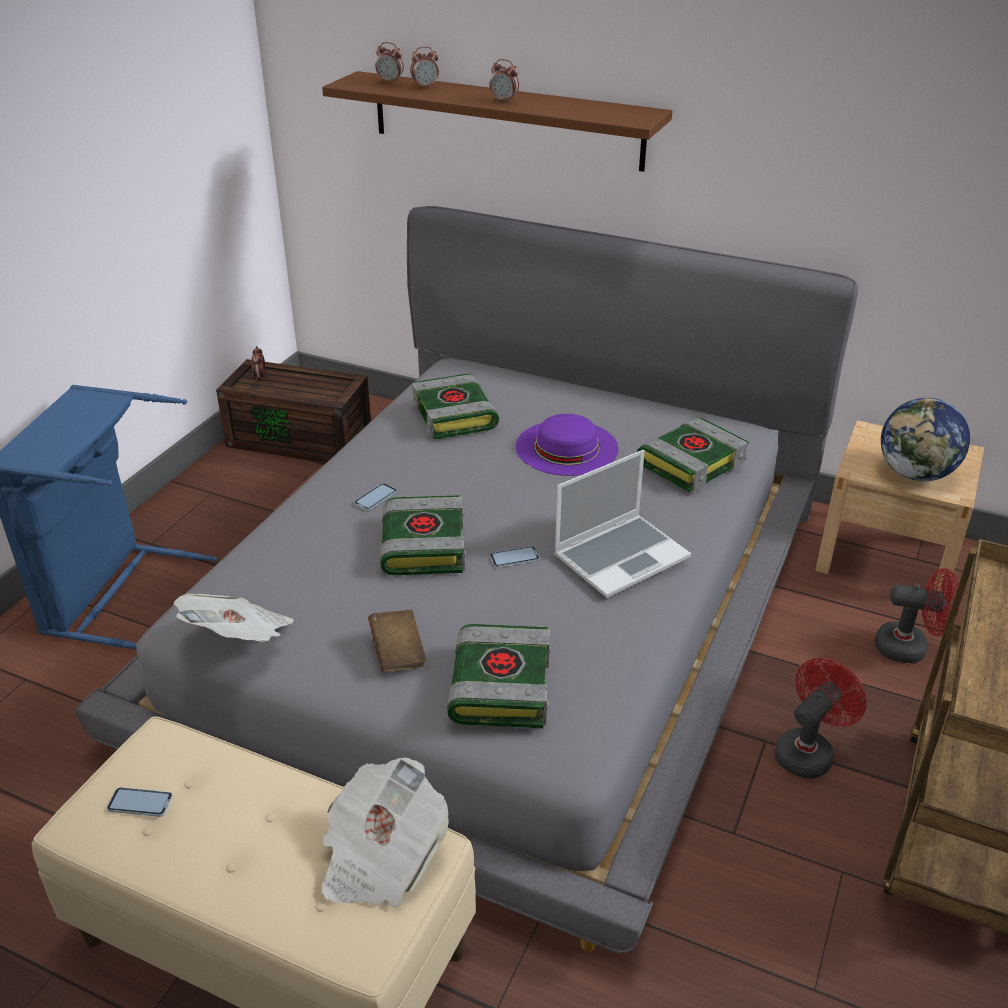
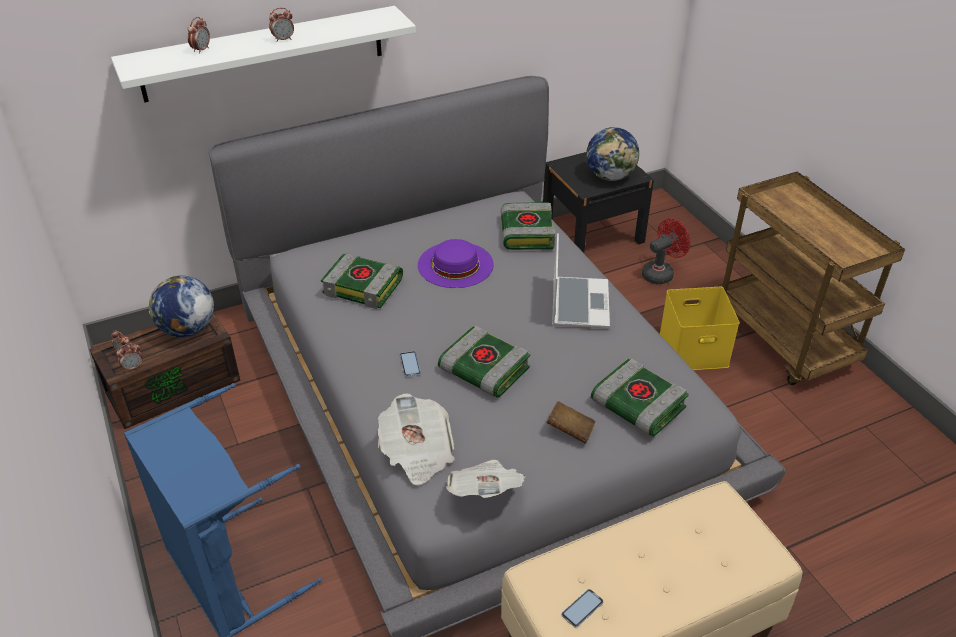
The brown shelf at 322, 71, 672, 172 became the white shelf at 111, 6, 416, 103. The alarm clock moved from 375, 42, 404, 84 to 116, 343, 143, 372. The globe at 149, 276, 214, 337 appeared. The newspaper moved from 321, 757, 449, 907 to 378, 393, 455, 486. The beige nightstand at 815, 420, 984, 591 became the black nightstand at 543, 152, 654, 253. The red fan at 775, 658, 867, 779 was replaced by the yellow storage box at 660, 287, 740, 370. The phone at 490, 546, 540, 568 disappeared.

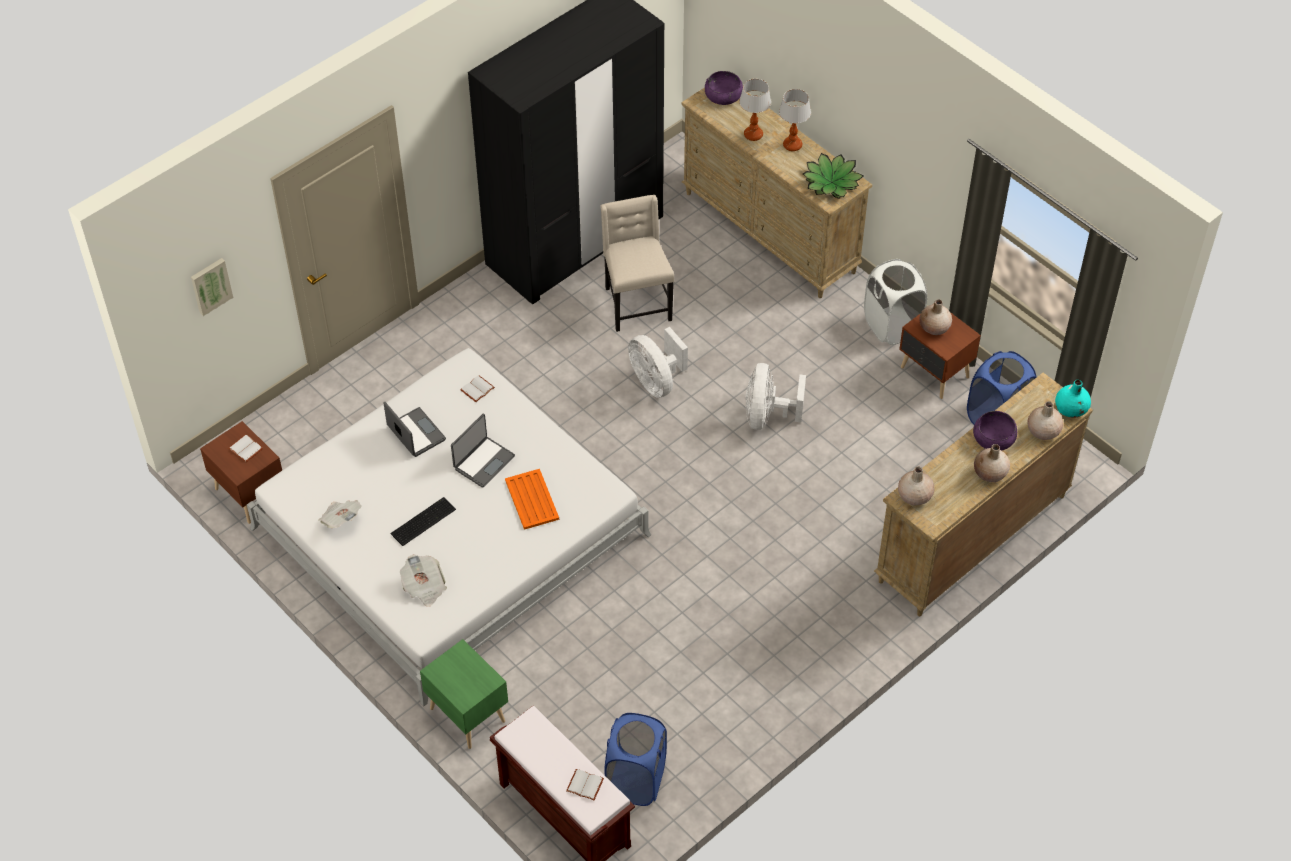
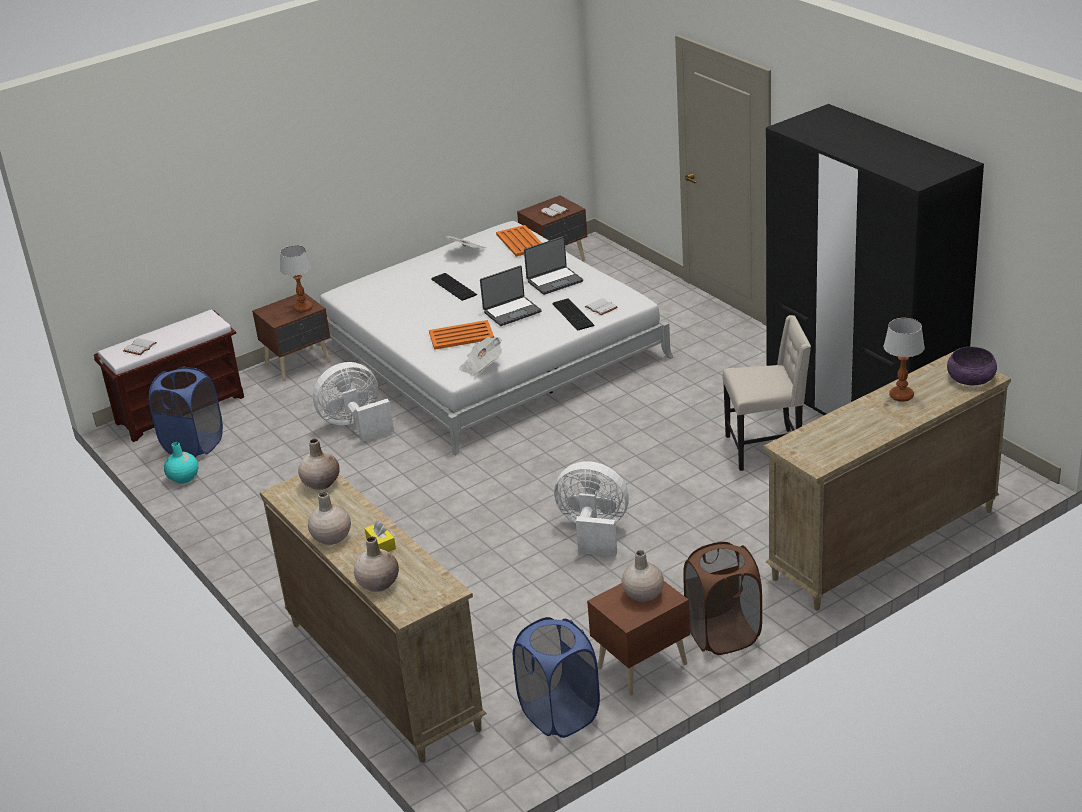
The turquoise vase moved from 1055, 380, 1091, 418 to 164, 442, 198, 484. The green nightstand at 420, 639, 508, 749 became the brown nightstand at 252, 293, 331, 381. The table lamp moved from 779, 89, 811, 151 to 280, 245, 312, 312. The white fan moved from 628, 327, 688, 398 to 313, 362, 394, 441. The purple bowl at 973, 411, 1017, 451 was replaced by the yellow tissue box at 365, 521, 396, 552. The newspaper moved from 400, 554, 447, 607 to 459, 337, 502, 376. The laptop at 451, 414, 515, 488 turned 75 degrees counterclockwise. The orange tray at 496, 225, 542, 257 appeared. The keyboard at 552, 298, 595, 331 appeared. The white laundry basket at 864, 259, 927, 345 became the brown laundry basket at 683, 541, 762, 655. The picture at 191, 258, 233, 316 disappeared. The potted plant at 803, 153, 863, 199 disappeared.

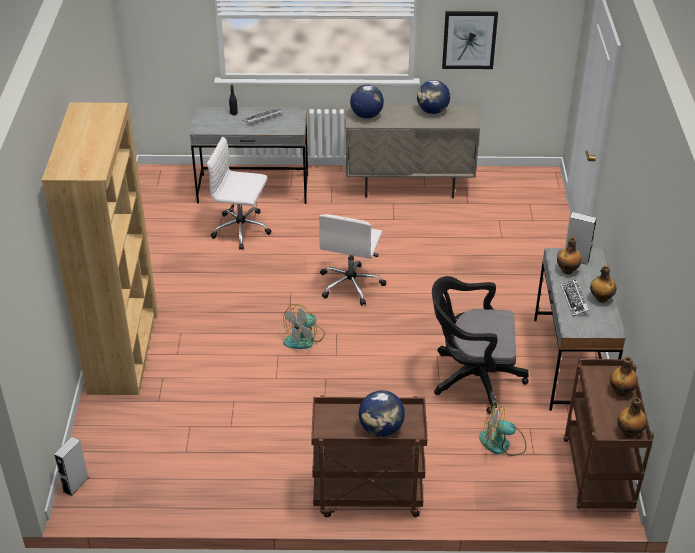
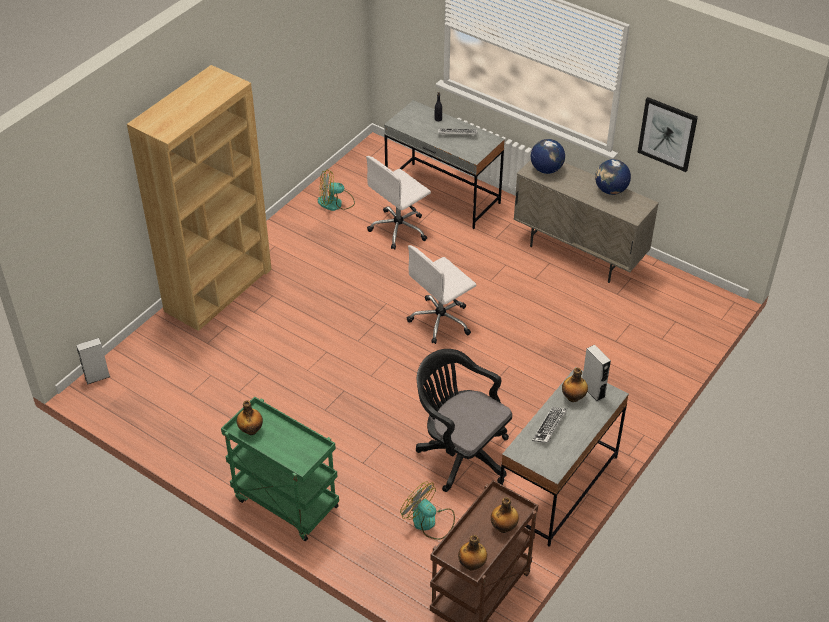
The brown cart at 311, 395, 427, 517 became the green cart at 221, 397, 339, 541. The bottle moved from 590, 266, 616, 302 to 237, 400, 263, 435. The fan moved from 283, 304, 325, 349 to 318, 169, 355, 211. The white office chair at 207, 137, 271, 250 turned 90 degrees counterclockwise. The globe at 359, 390, 405, 437 disappeared.

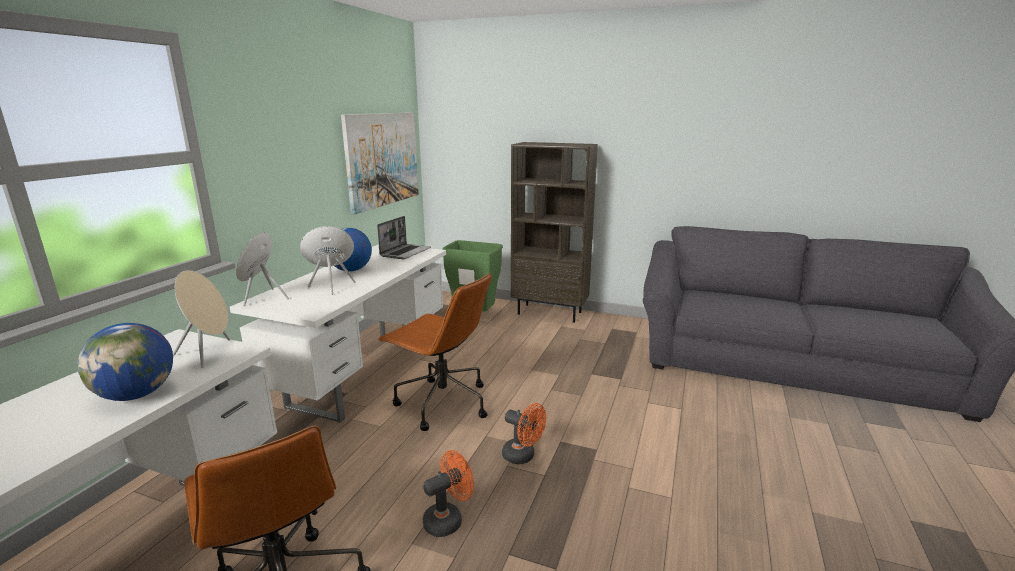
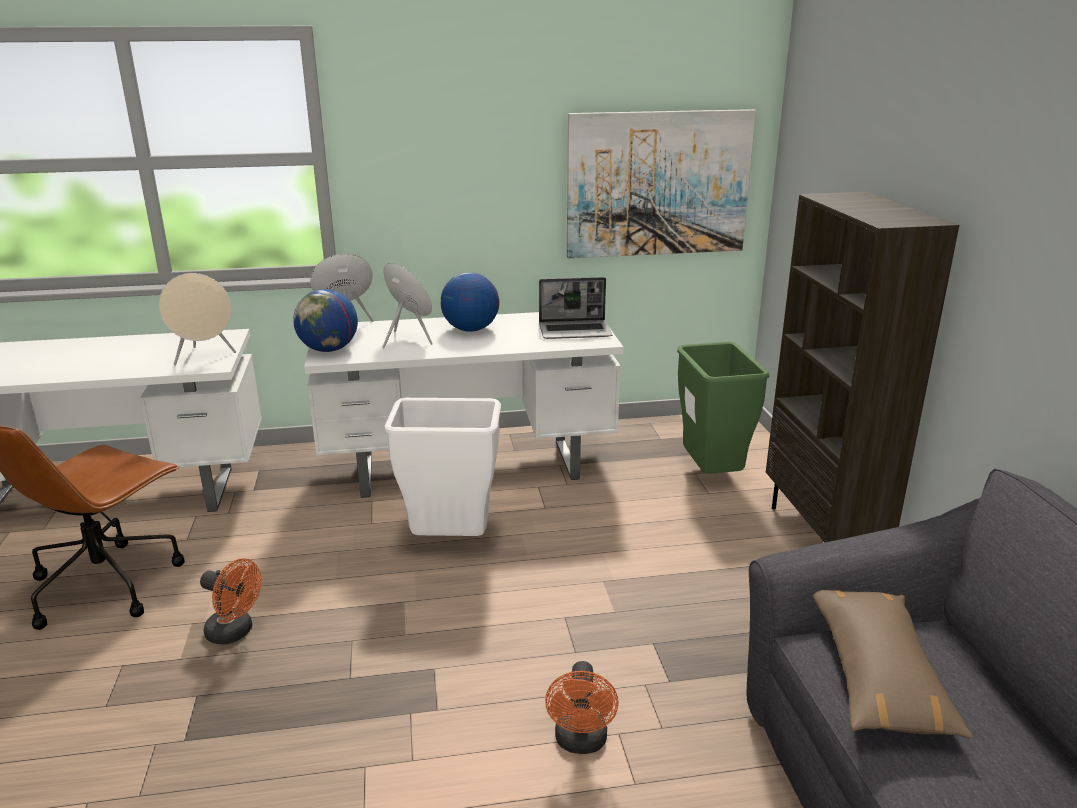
The globe moved from 77, 323, 173, 401 to 293, 289, 358, 352. The brown office chair at 378, 273, 492, 431 was replaced by the white trash can at 385, 398, 501, 536. The orange fan moved from 502, 403, 546, 464 to 545, 661, 619, 754. The brown pillow at 812, 590, 974, 739 appeared.

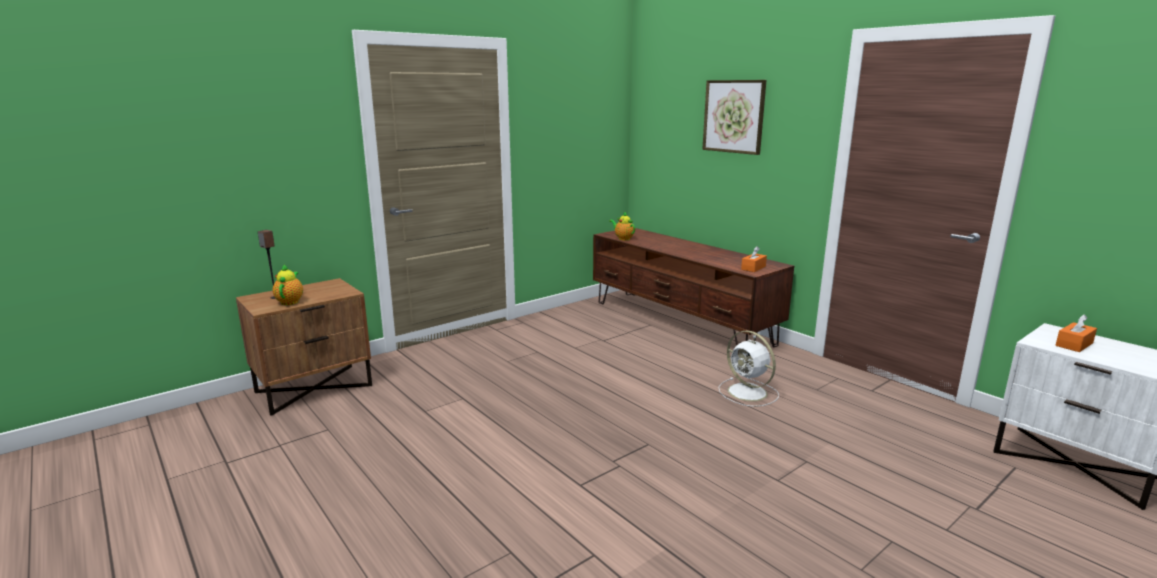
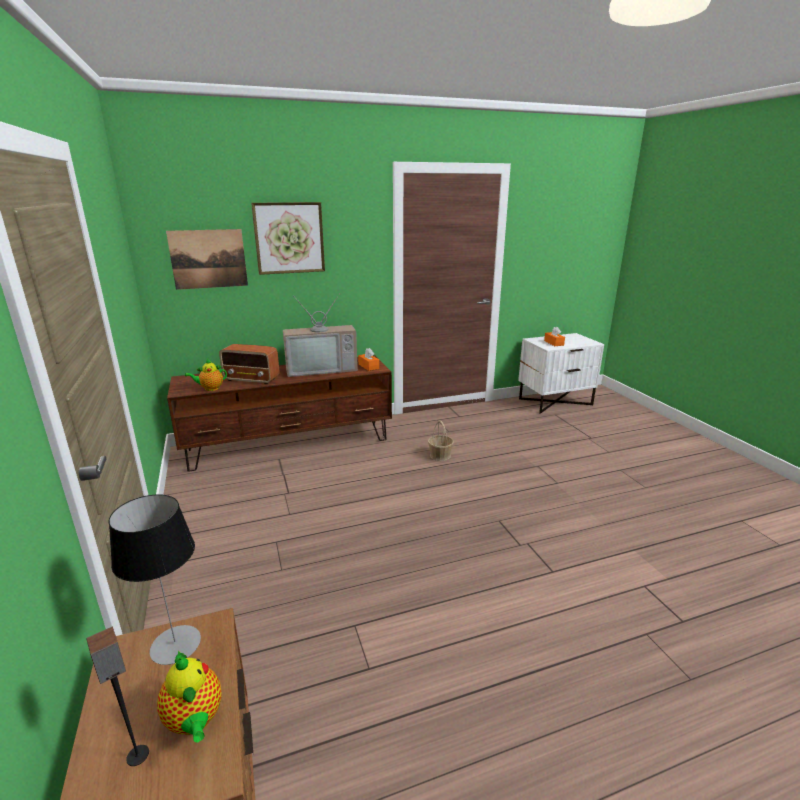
The table lamp at 108, 494, 201, 665 appeared. The teapot at 272, 264, 303, 305 turned 135 degrees counterclockwise. The picture at 166, 229, 248, 290 appeared. The radio at 219, 344, 280, 384 appeared. The television at 283, 293, 358, 377 appeared. The white fan at 718, 331, 779, 407 was replaced by the basket at 428, 421, 454, 461.

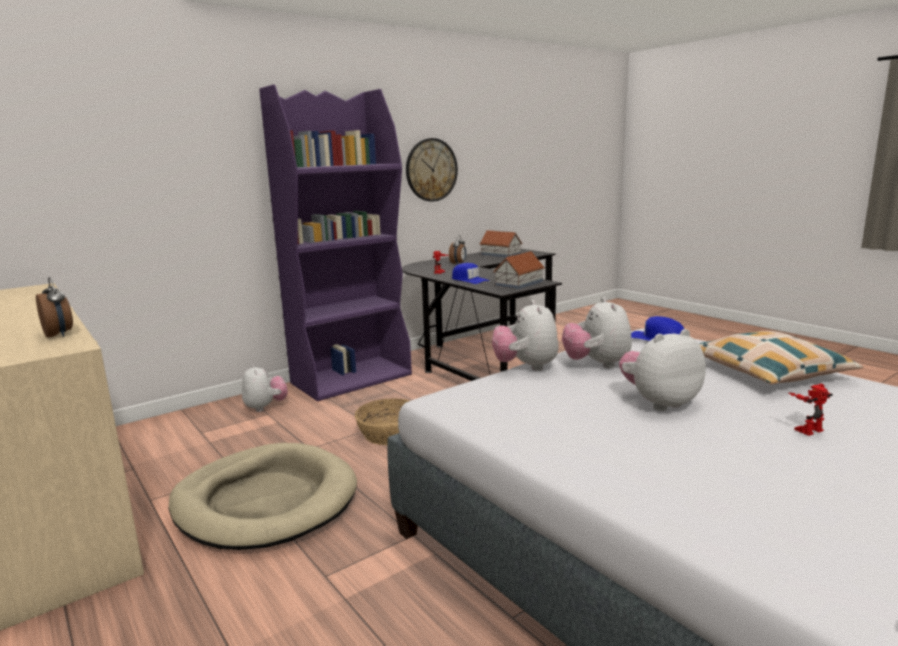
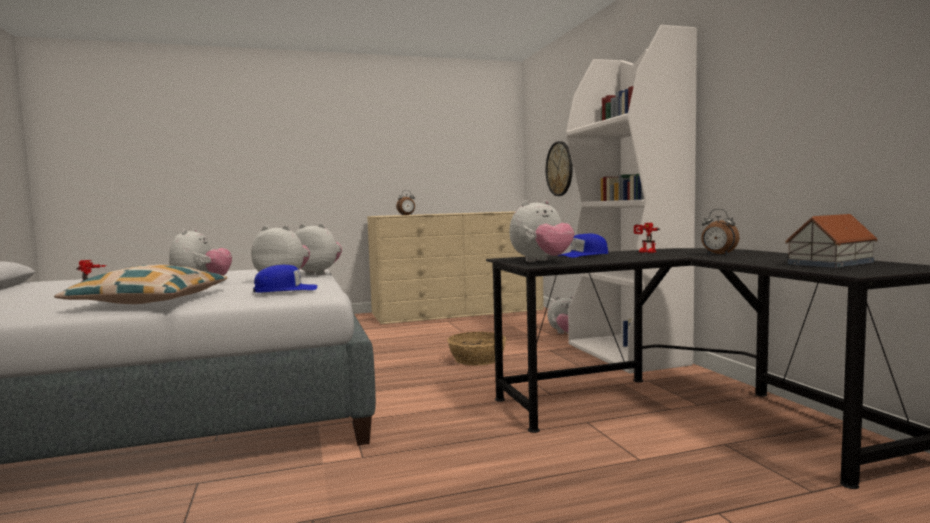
The toy house at 493, 251, 545, 289 was replaced by the plush toy at 510, 200, 574, 262. The wall clock moved from 406, 138, 458, 202 to 546, 141, 573, 196. The purple bookcase at 259, 84, 412, 401 became the white bookcase at 566, 25, 697, 374. The beige dog bed at 169, 443, 357, 550 disappeared.

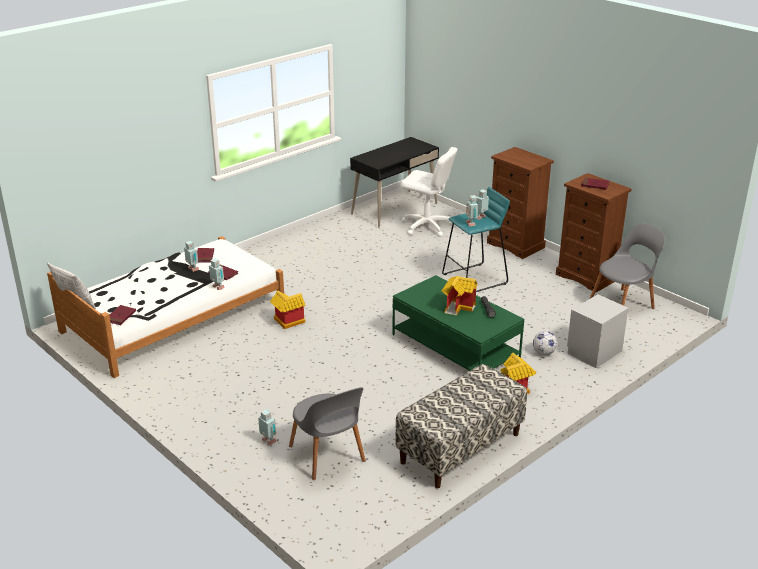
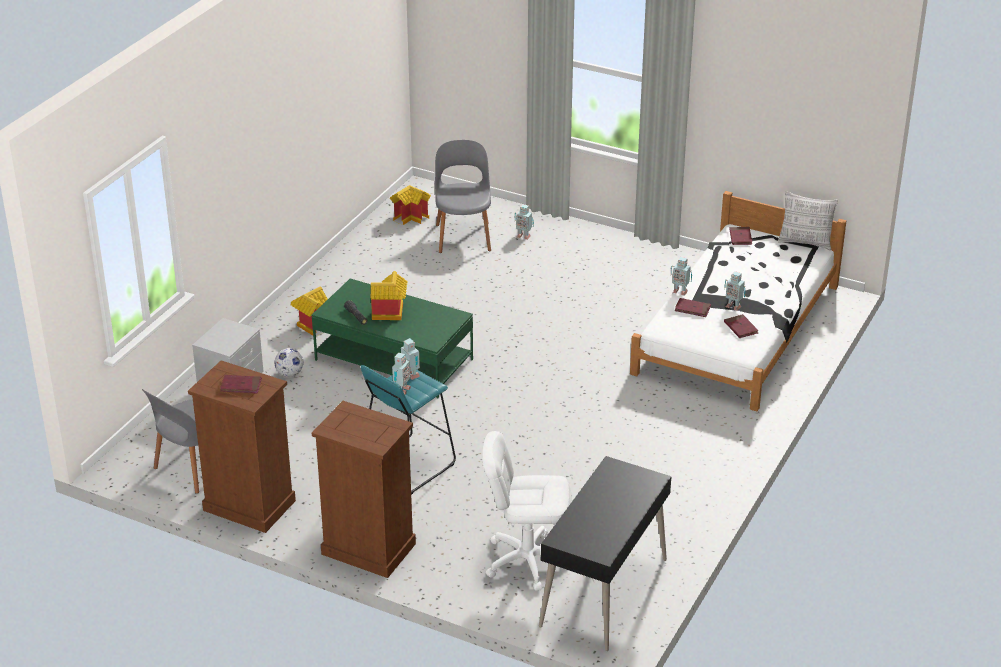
The toy house moved from 270, 291, 306, 329 to 390, 185, 431, 225. The grey chair at 289, 387, 366, 480 turned 45 degrees clockwise. The bench at 395, 364, 527, 488 disappeared.

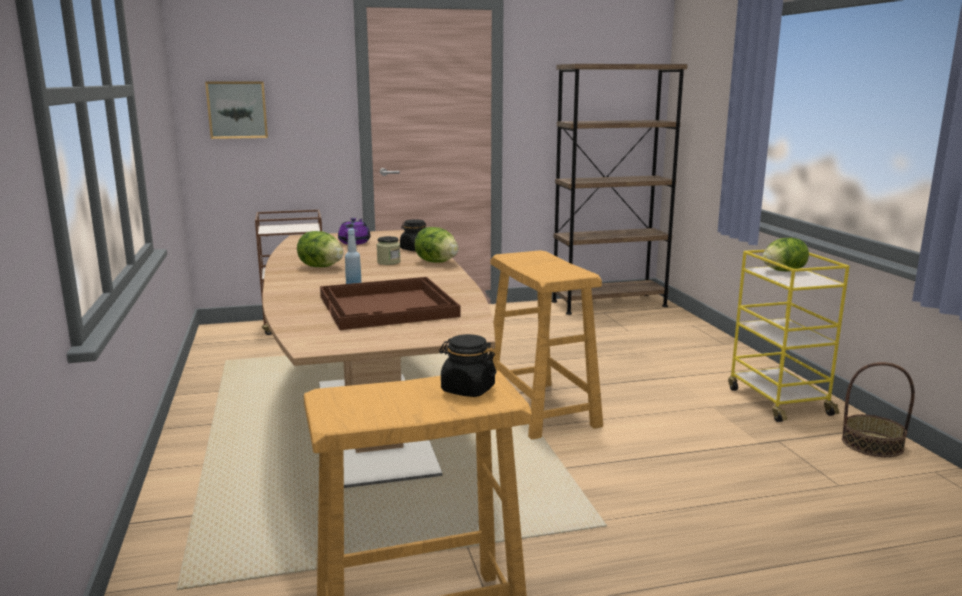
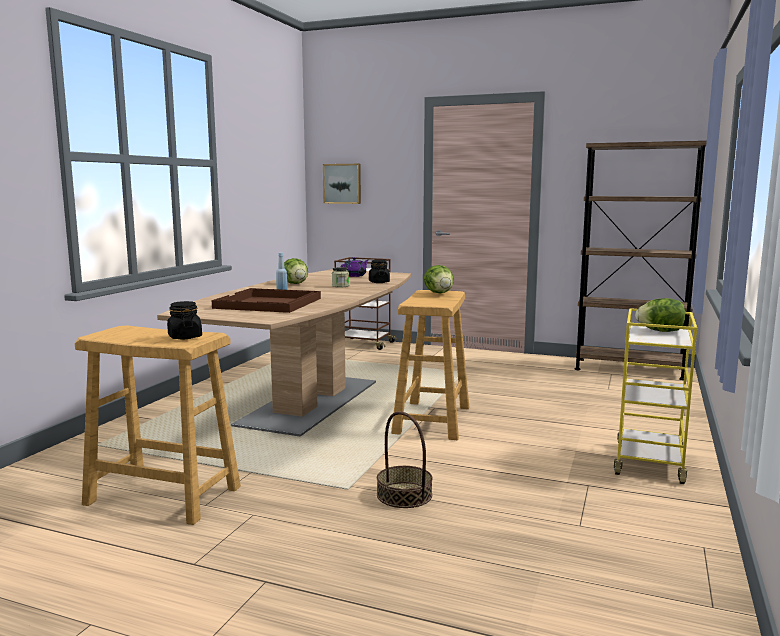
The basket moved from 842, 362, 915, 457 to 377, 411, 433, 508. The lettuce moved from 414, 227, 458, 263 to 424, 265, 454, 293.

